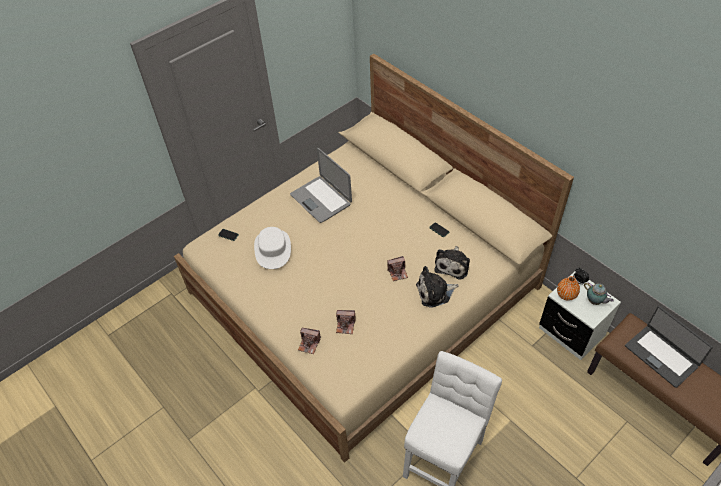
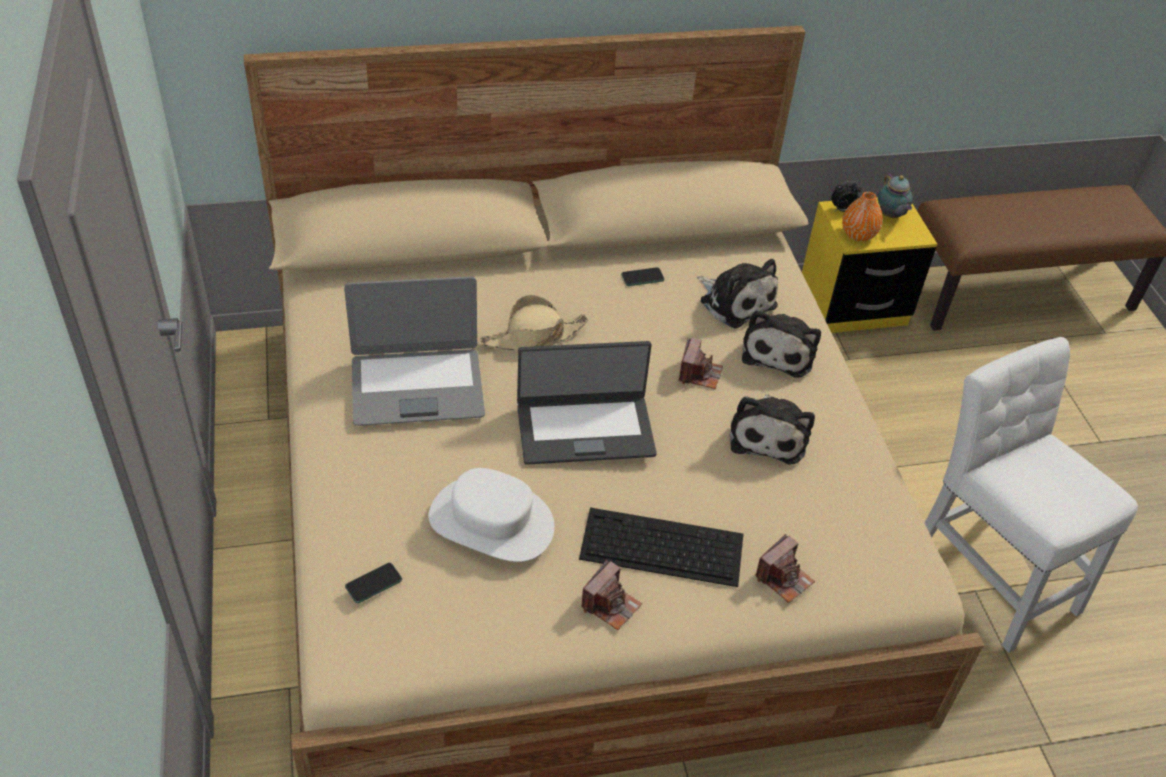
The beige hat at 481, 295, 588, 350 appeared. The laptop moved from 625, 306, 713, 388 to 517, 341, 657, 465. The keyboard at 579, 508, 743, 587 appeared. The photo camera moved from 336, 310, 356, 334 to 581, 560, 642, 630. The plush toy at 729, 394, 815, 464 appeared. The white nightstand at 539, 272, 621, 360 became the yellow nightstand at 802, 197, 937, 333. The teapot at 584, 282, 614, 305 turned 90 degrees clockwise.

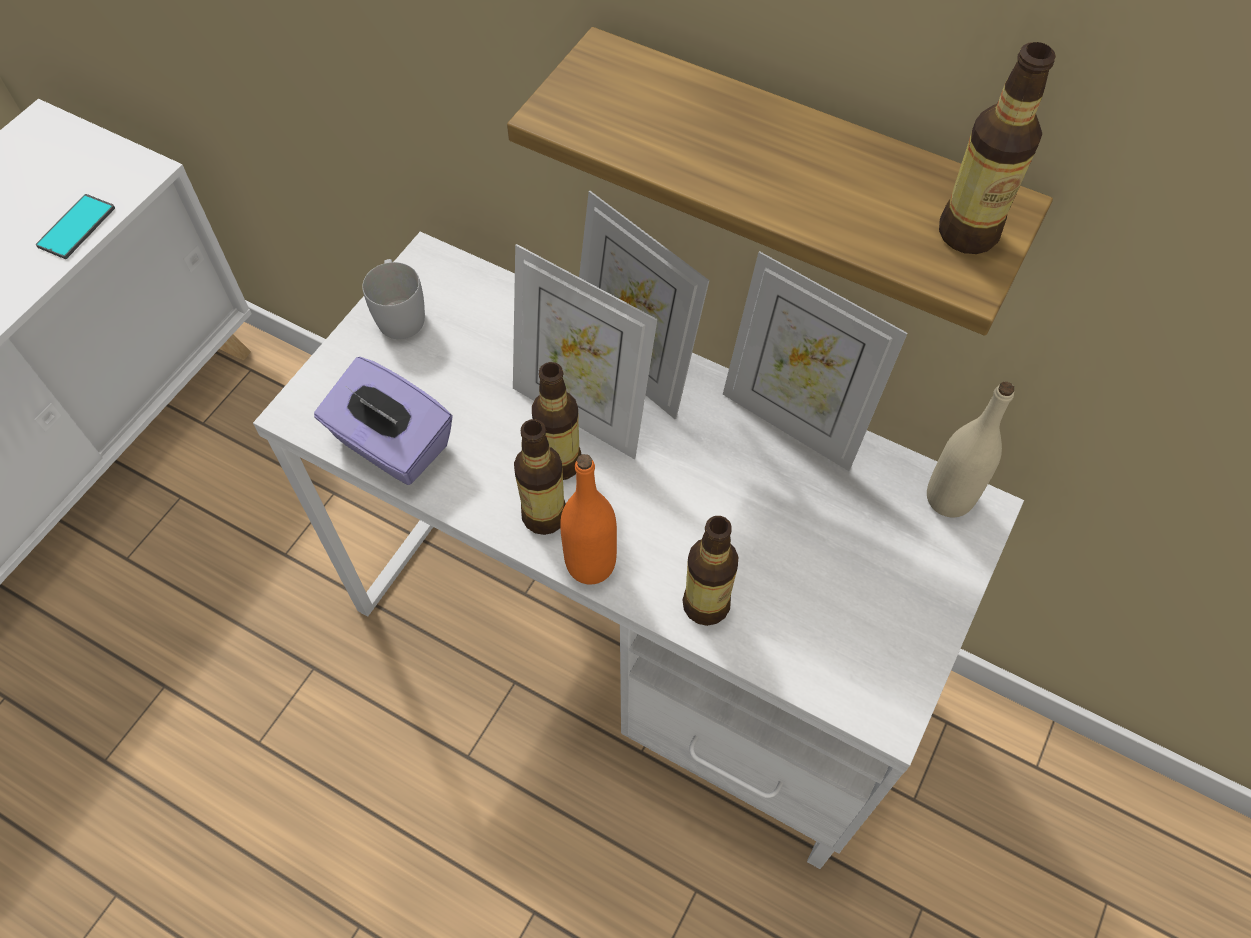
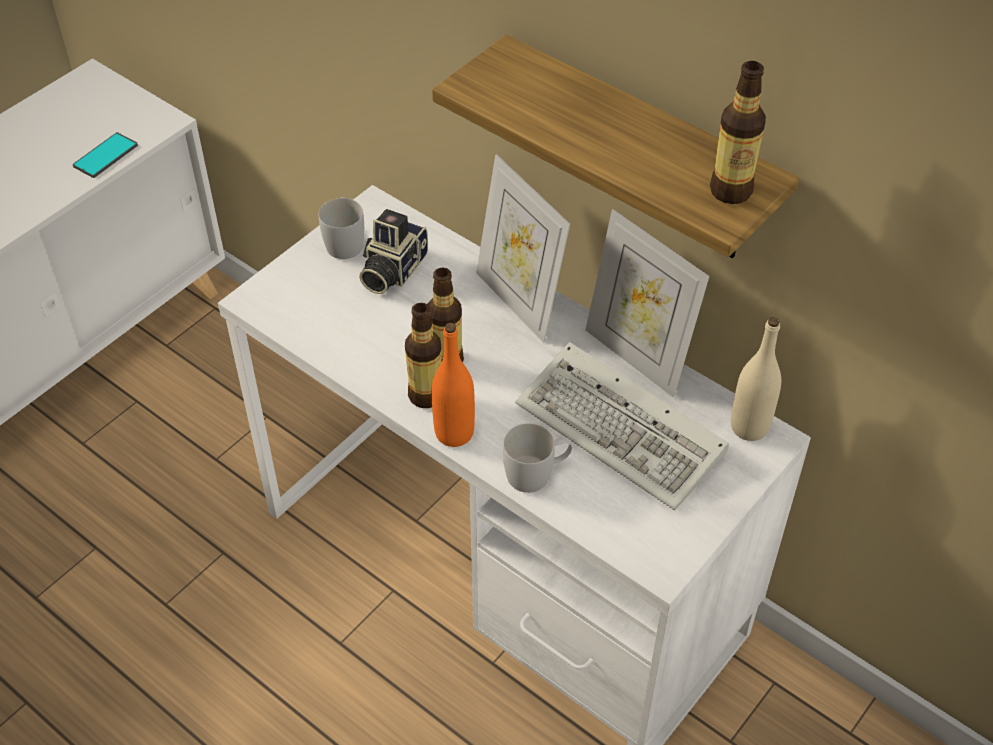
The photo camera at 359, 209, 428, 294 appeared. The bottle at 682, 516, 738, 626 was replaced by the white mug at 503, 423, 572, 493. The keyboard at 515, 342, 729, 511 appeared. The purple tissue box at 314, 357, 453, 485 disappeared. The picture frame at 513, 244, 657, 459 disappeared.

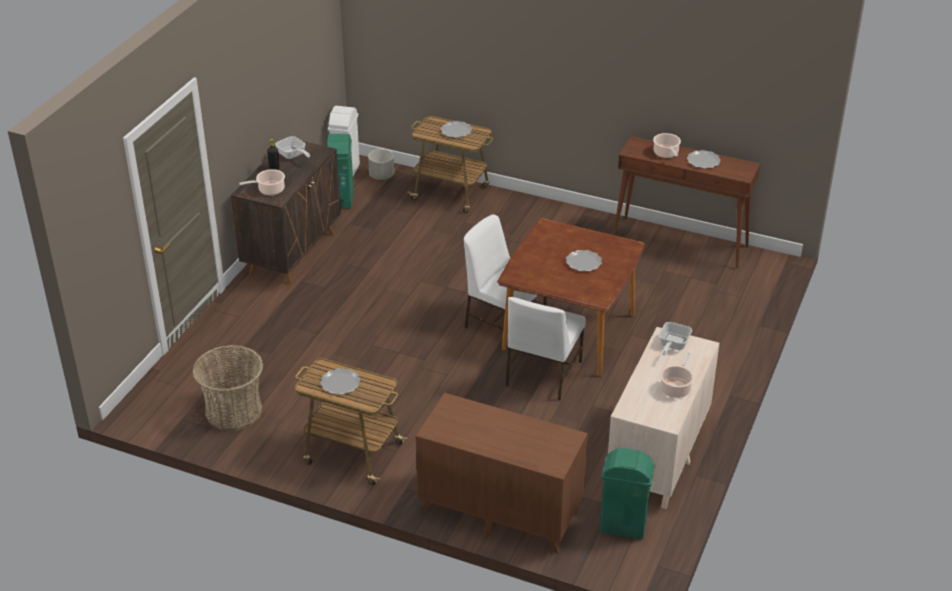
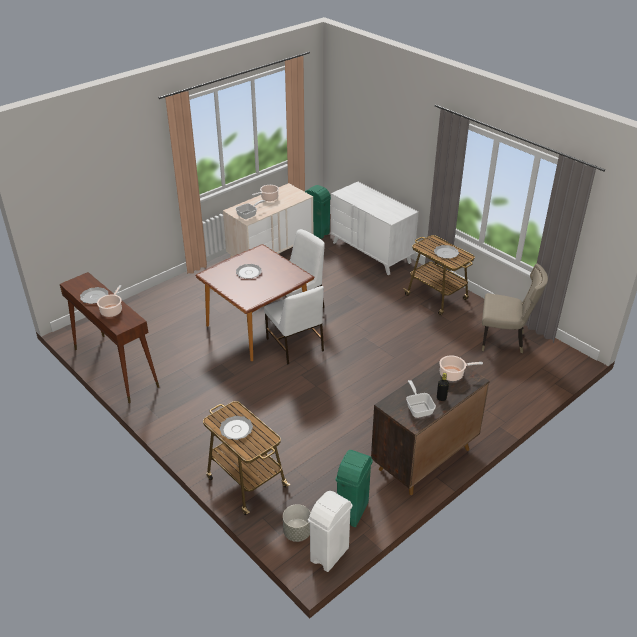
The brown dresser at 416, 393, 588, 554 became the white dresser at 330, 182, 419, 275. The basket at 192, 345, 263, 431 was replaced by the beige chair at 482, 264, 548, 353.

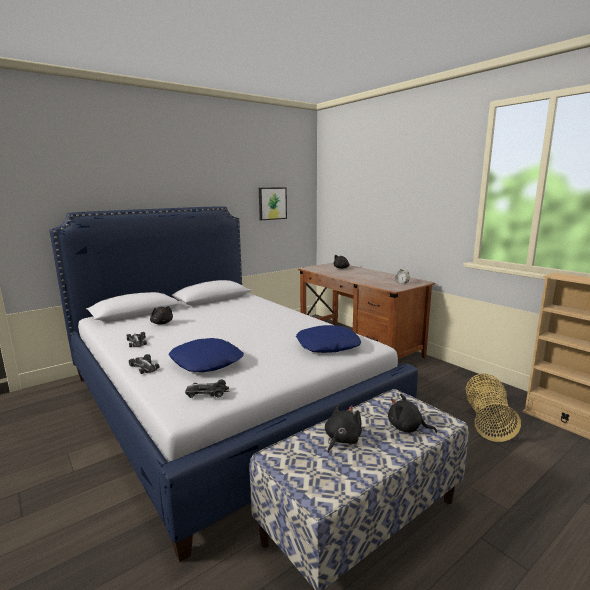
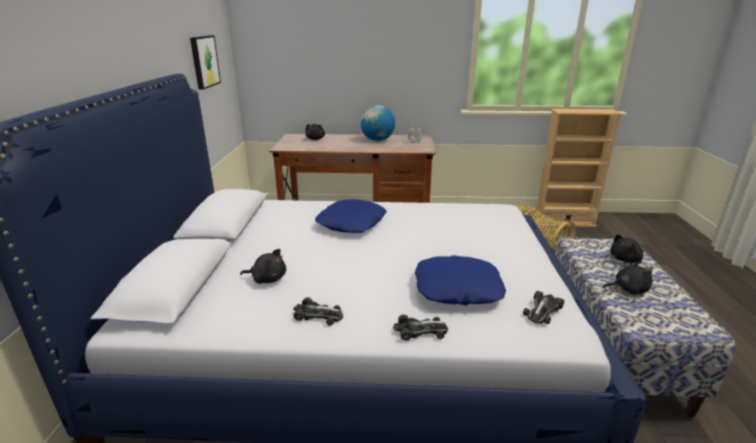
The blue pillow moved from 296, 325, 361, 353 to 315, 199, 387, 233. The globe at 360, 105, 395, 141 appeared. The black plush toy at 325, 404, 362, 453 turned 105 degrees clockwise.

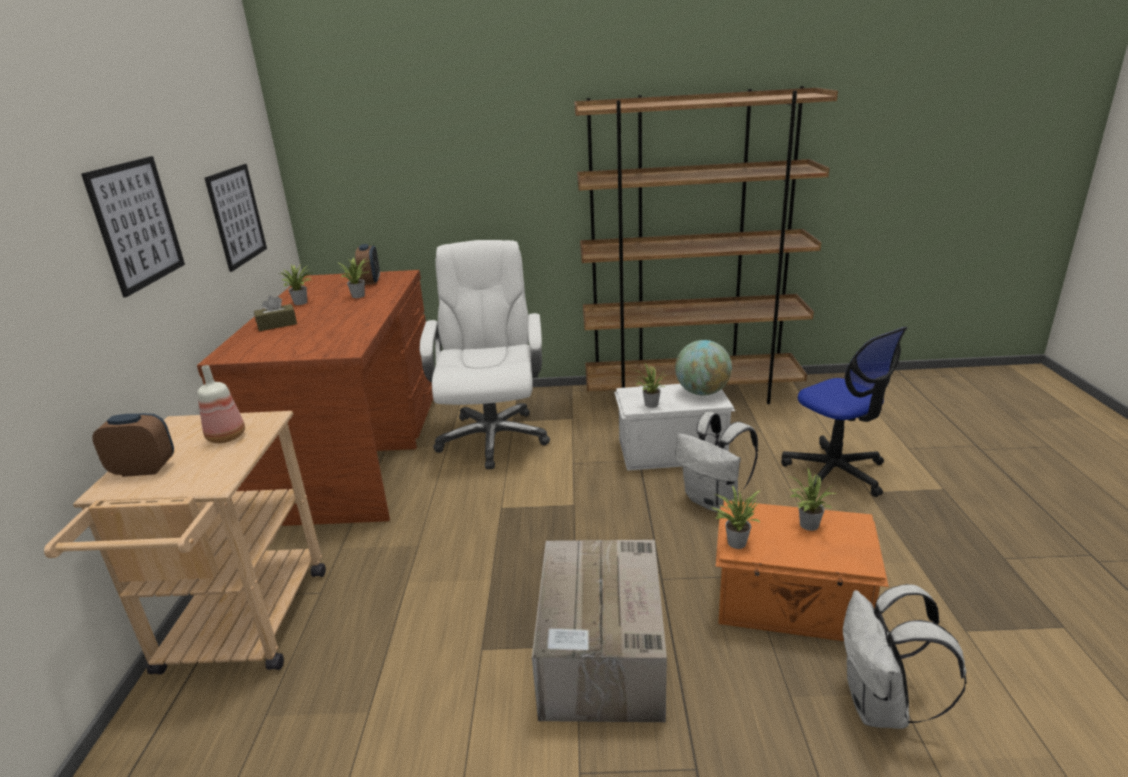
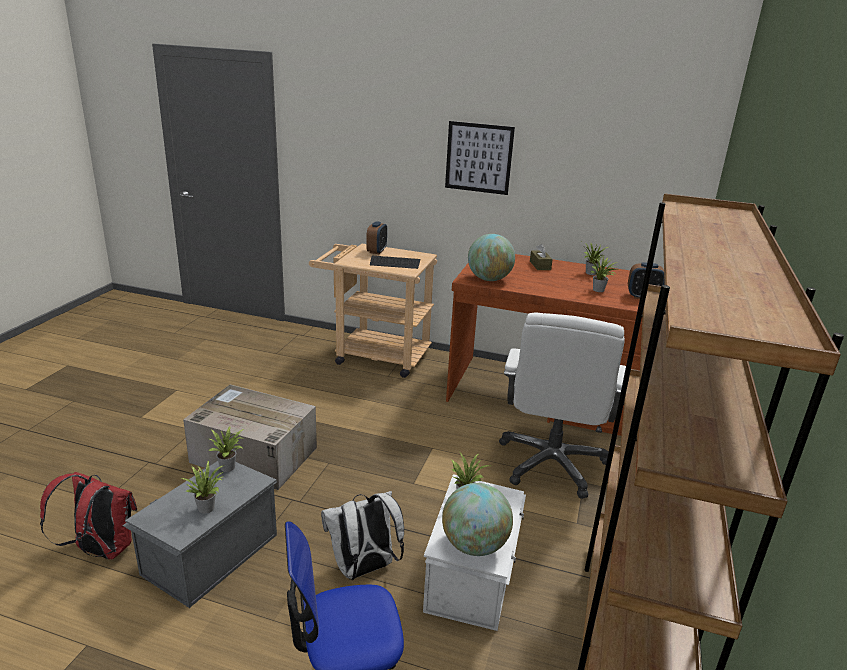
The white backpack at 843, 584, 967, 729 became the red backpack at 40, 472, 137, 559. The orange storage box at 716, 501, 889, 641 became the grey storage box at 122, 461, 277, 608. The bottle at 197, 365, 245, 443 was replaced by the keyboard at 370, 256, 420, 269. The globe at 468, 234, 515, 281 appeared. The white office chair at 420, 240, 550, 469 turned 90 degrees clockwise. The picture at 205, 164, 267, 272 disappeared.

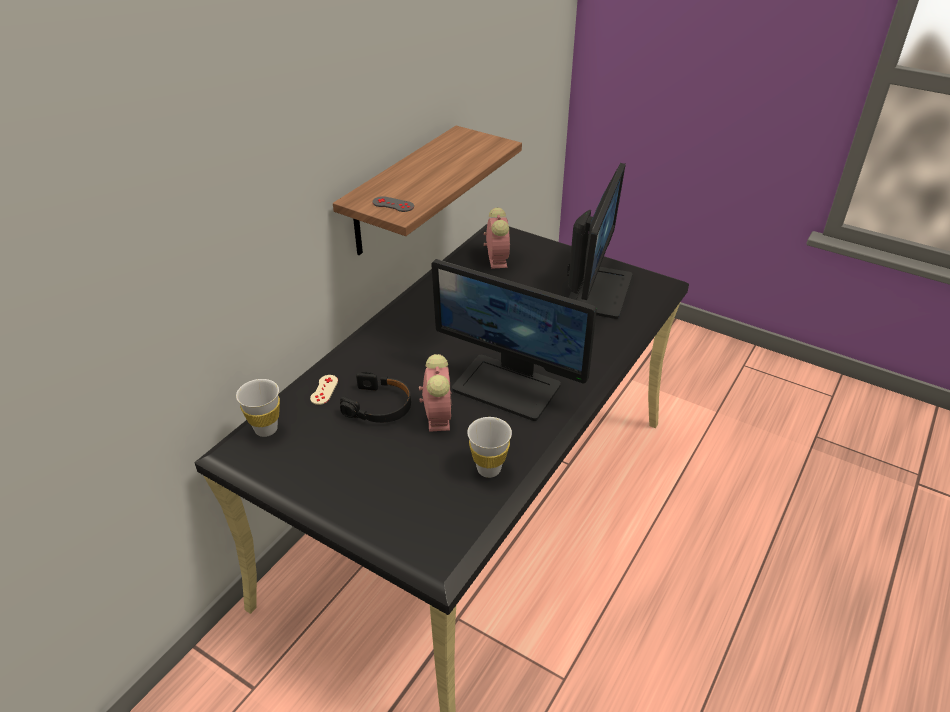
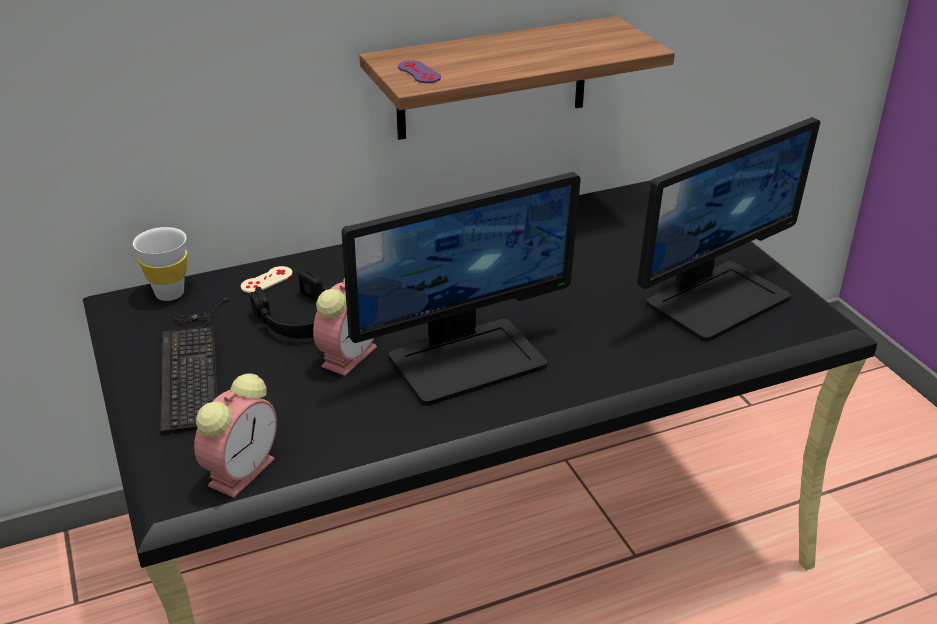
The keyboard at 161, 297, 229, 435 appeared. The alarm clock moved from 484, 208, 510, 269 to 194, 373, 277, 498. The monitor at 431, 259, 597, 421 turned 90 degrees counterclockwise. The grey game controller at 372, 196, 414, 212 became the purple game controller at 398, 60, 441, 83. The white cup at 467, 417, 512, 478 disappeared.

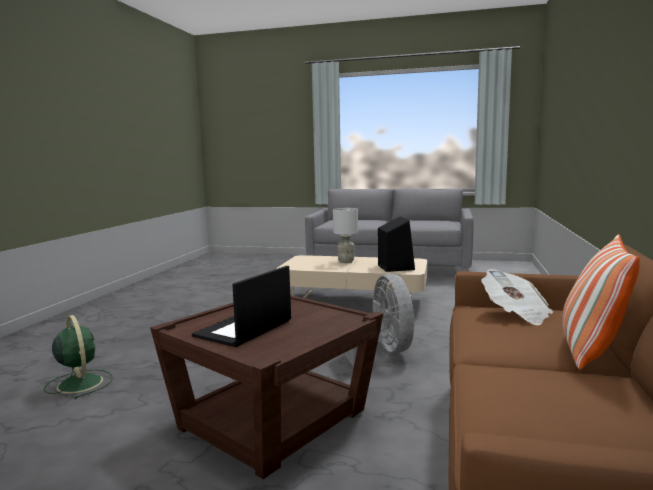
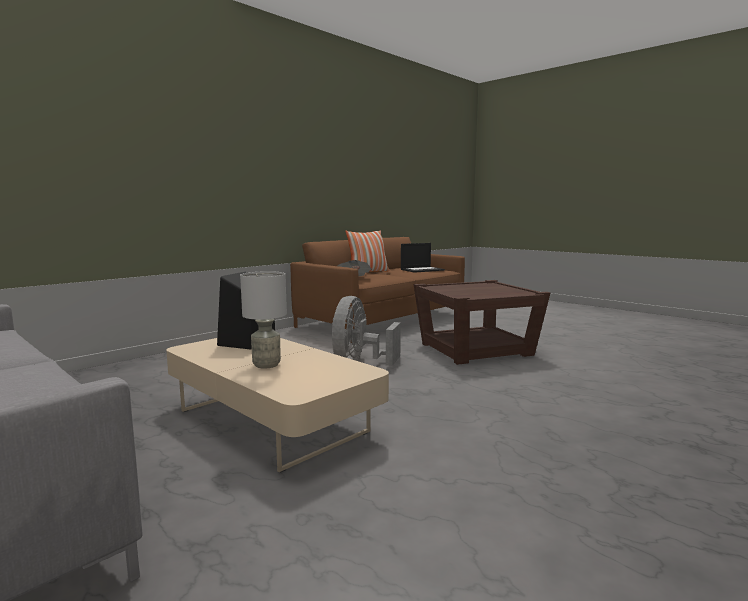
The laptop moved from 192, 266, 291, 347 to 401, 243, 445, 273. The green fan at 44, 315, 113, 399 disappeared.

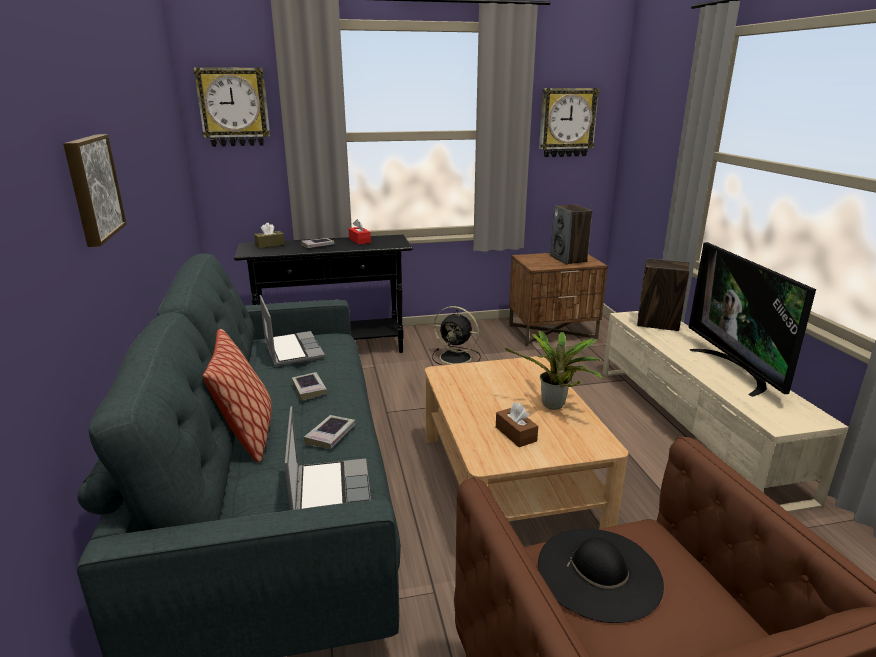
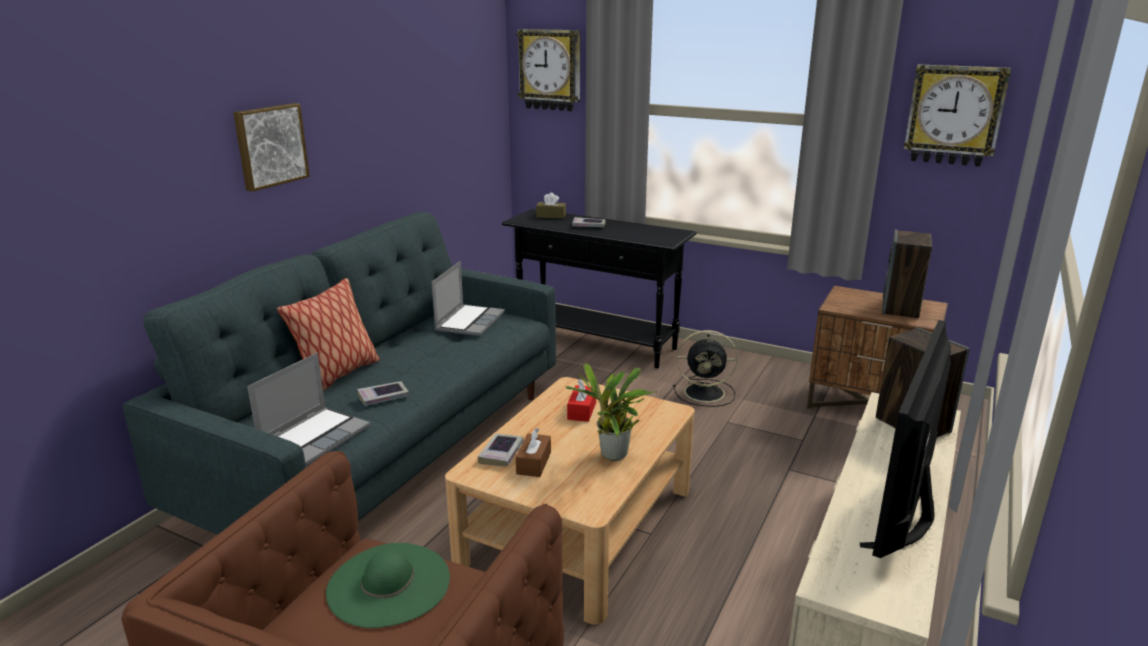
The black hat at 538, 529, 664, 623 became the green hat at 326, 543, 450, 628. The book moved from 292, 372, 327, 400 to 478, 434, 524, 466. The red tissue box moved from 349, 219, 371, 244 to 567, 379, 596, 422. The black fan at 432, 306, 481, 365 turned 60 degrees counterclockwise.

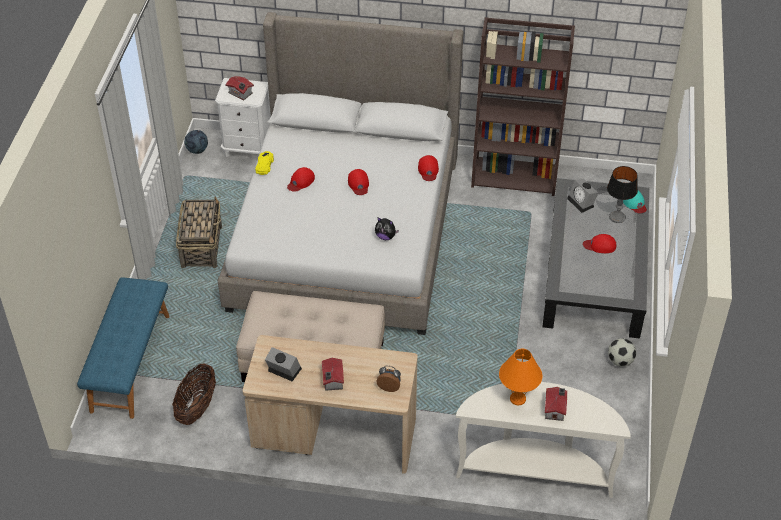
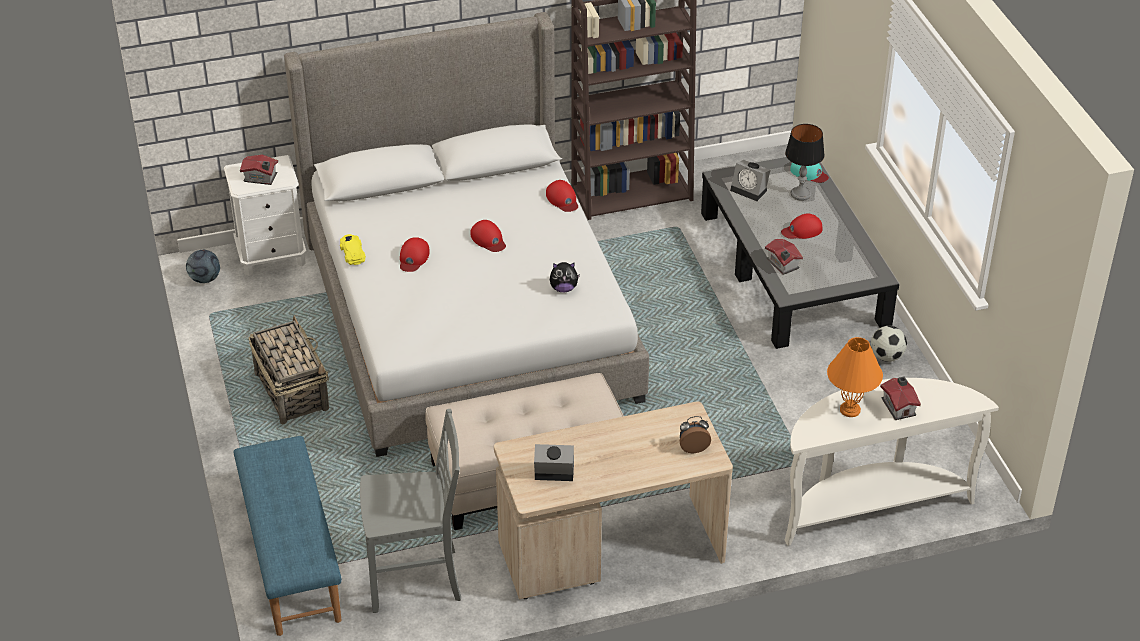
The basket at 173, 363, 216, 425 was replaced by the grey chair at 360, 409, 461, 613. The toy house moved from 322, 358, 344, 391 to 765, 239, 803, 275.

